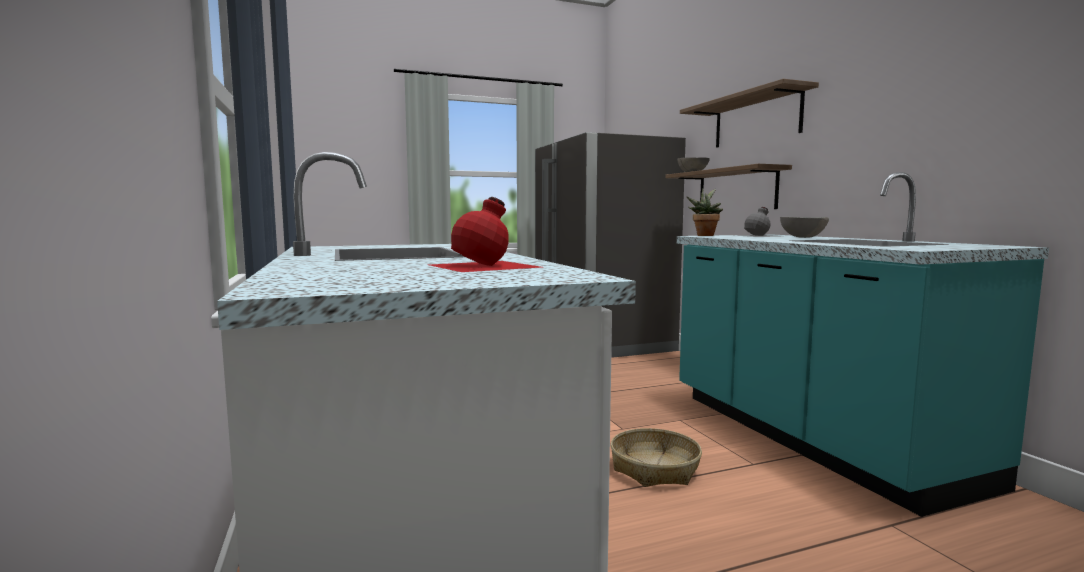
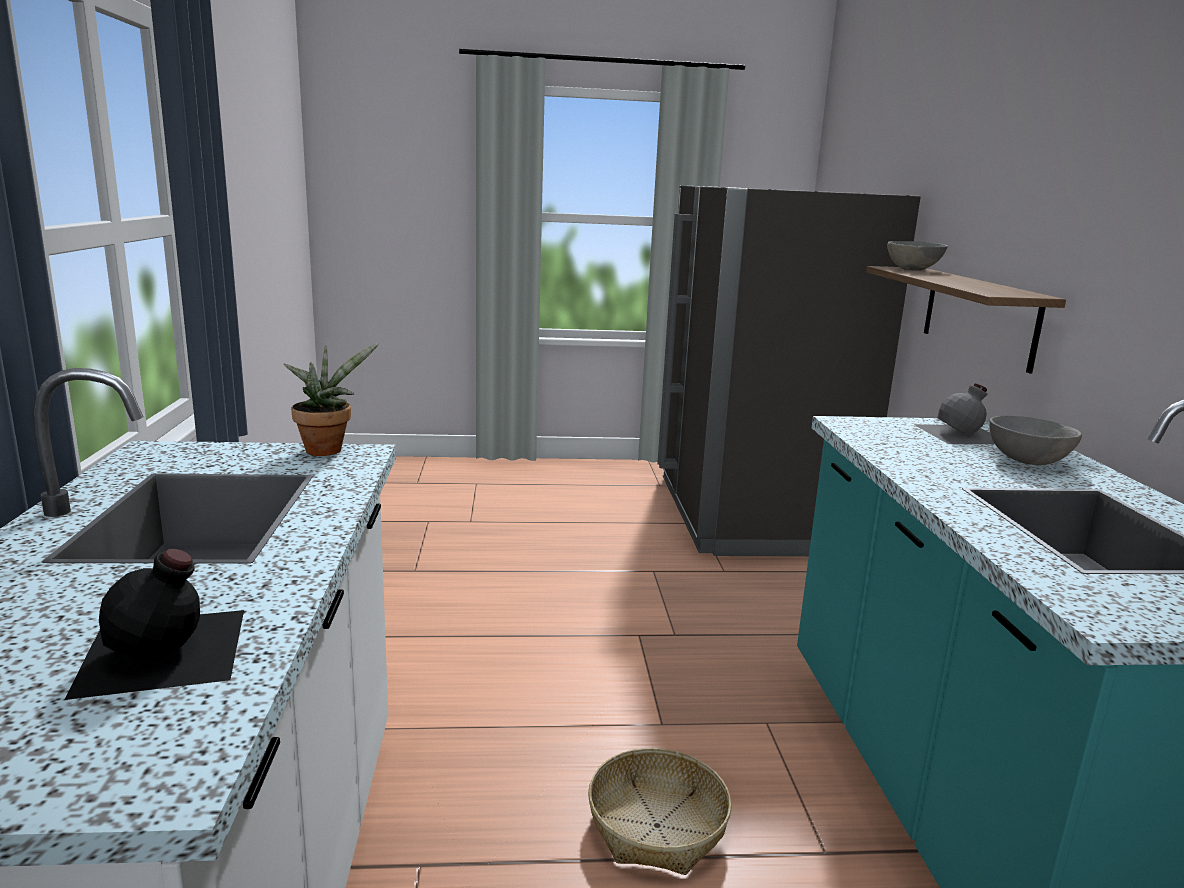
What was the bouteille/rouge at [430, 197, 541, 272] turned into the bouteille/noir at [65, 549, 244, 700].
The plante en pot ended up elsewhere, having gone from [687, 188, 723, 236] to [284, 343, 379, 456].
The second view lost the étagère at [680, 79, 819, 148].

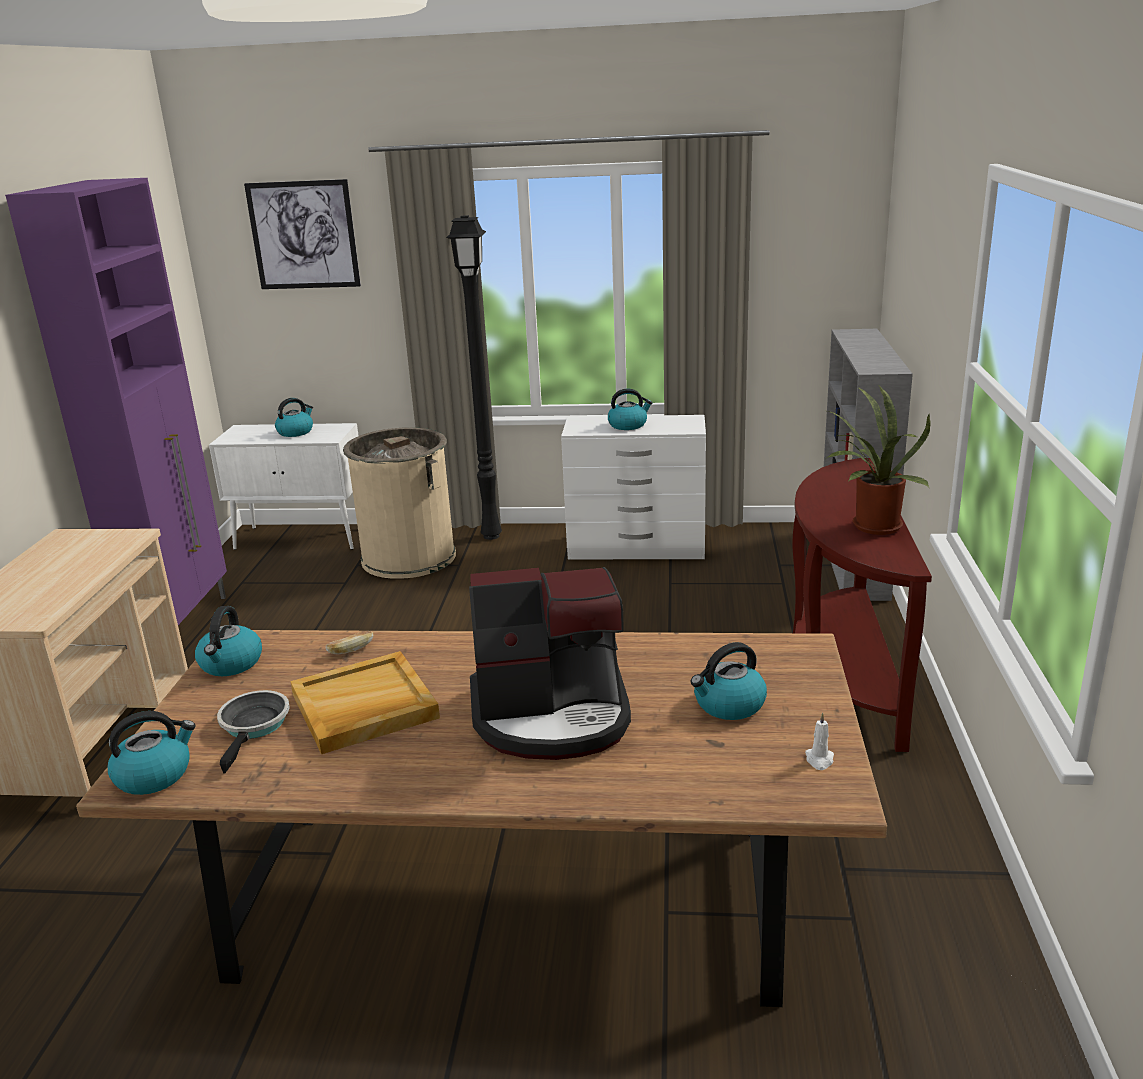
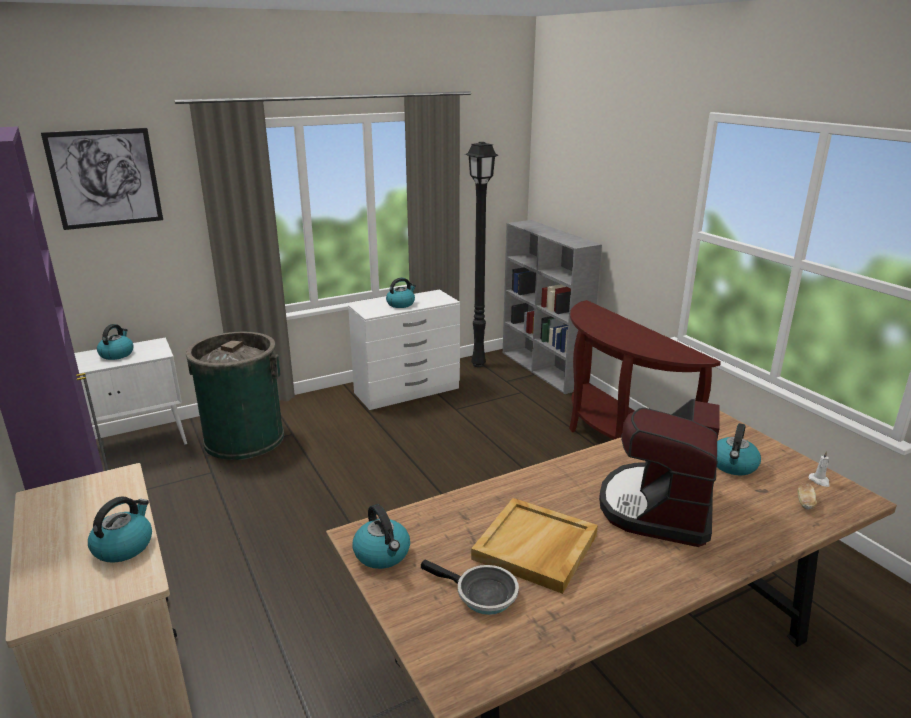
The bouilloire ended up elsewhere, having gone from [108, 711, 196, 795] to [88, 497, 152, 562].
What was the poubelle/beige at [343, 427, 456, 579] turned into the poubelle/vert at [186, 332, 284, 460].
The poêle at [217, 690, 290, 774] ended up facing another way, 150 degrees clockwise from before.
The lampadaire/noir ended up elsewhere, having gone from [446, 215, 502, 540] to [465, 142, 499, 367].
The machine à café at [469, 567, 631, 760] ended up facing another way, 150 degrees clockwise from before.
The pain ended up elsewhere, having gone from [326, 631, 374, 655] to [797, 483, 817, 510].
The second view lost the plante en pot at [827, 386, 930, 535].

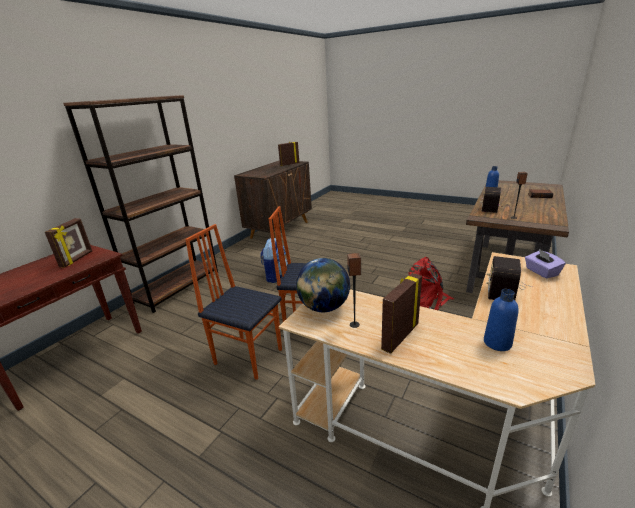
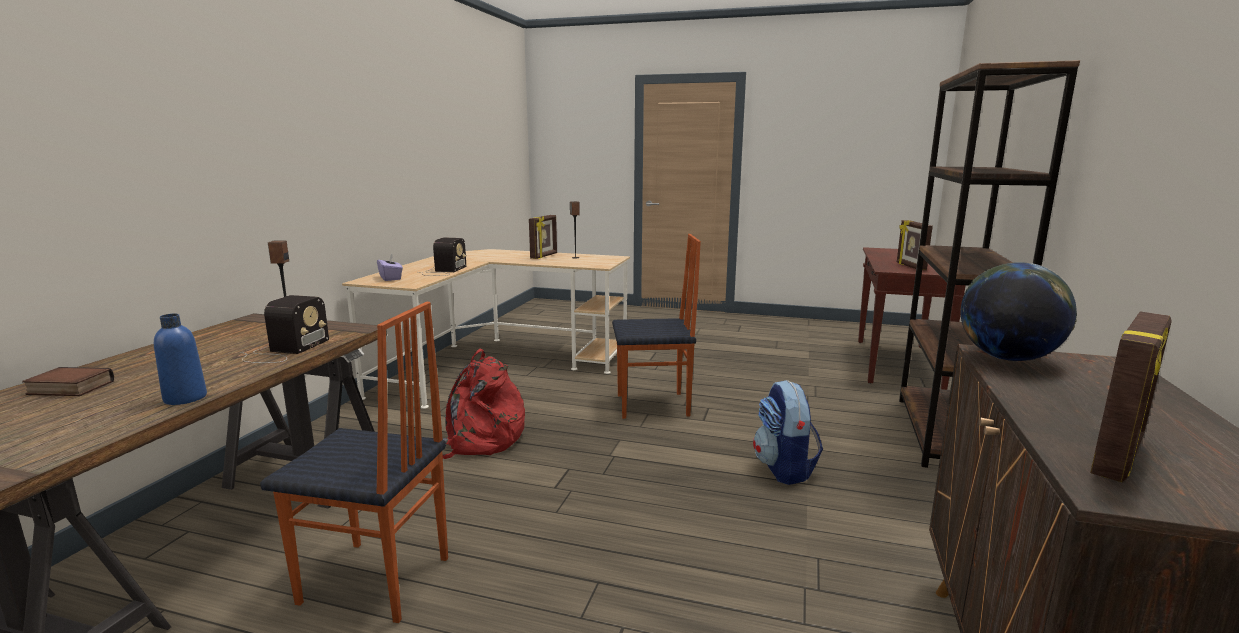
The chaise ended up elsewhere, having gone from [185, 224, 282, 380] to [260, 302, 448, 623].
The globe ended up elsewhere, having gone from [296, 258, 350, 312] to [960, 262, 1077, 361].
The second view lost the bouteille/bleu at [484, 289, 519, 351].

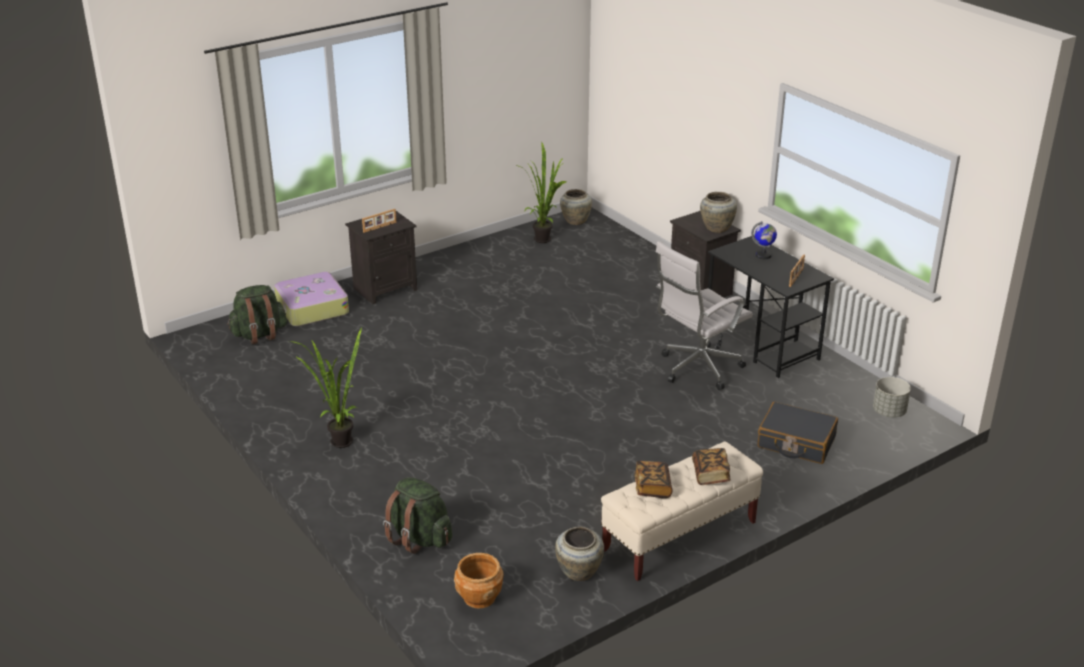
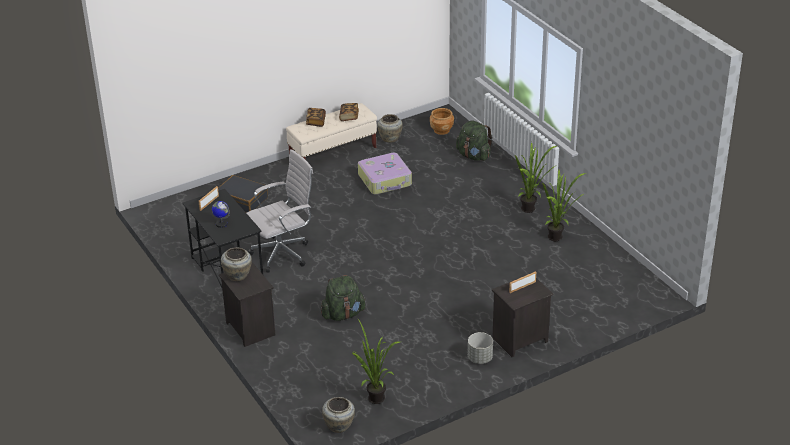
The sac à dos/vert ended up elsewhere, having gone from [227, 285, 287, 344] to [321, 275, 365, 321].
The valise ended up elsewhere, having gone from [274, 272, 349, 327] to [358, 153, 412, 195].
The cache-pot/gris ended up elsewhere, having gone from [873, 377, 911, 417] to [468, 332, 493, 364].
The second view gained the plante en pot at [542, 170, 586, 241].

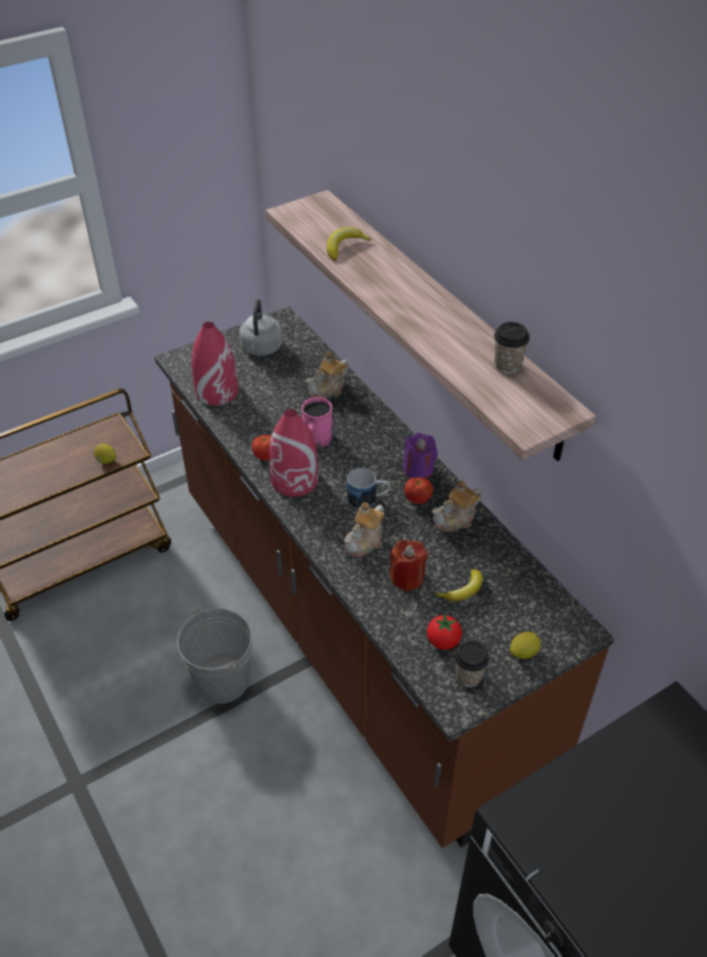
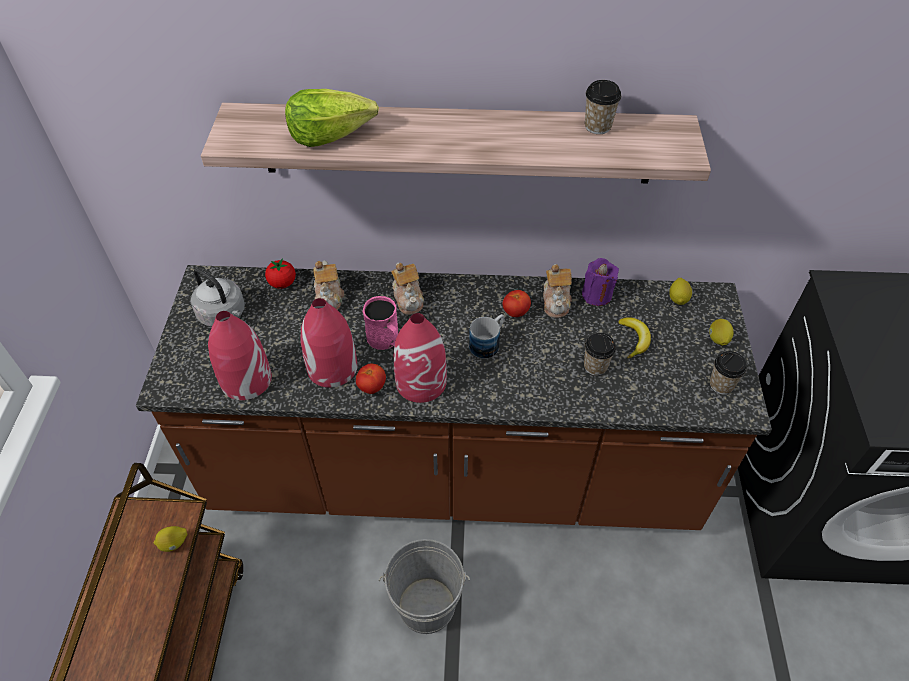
The tomate ended up elsewhere, having gone from [427, 614, 462, 650] to [265, 258, 296, 289].
Where the banane stood at [327, 227, 372, 261], the laitue came to stand at [285, 89, 379, 147].
The second view gained the vase/rouge at [301, 298, 357, 388].
The théière ended up elsewhere, having gone from [344, 502, 384, 557] to [391, 263, 424, 315].
The bougie/violet ended up elsewhere, having gone from [403, 433, 438, 479] to [582, 258, 619, 306].
Where the bougie/rouge stood at [389, 540, 428, 591], the tasse came to stand at [584, 333, 616, 376].
The second view gained the citron at [669, 278, 692, 305].

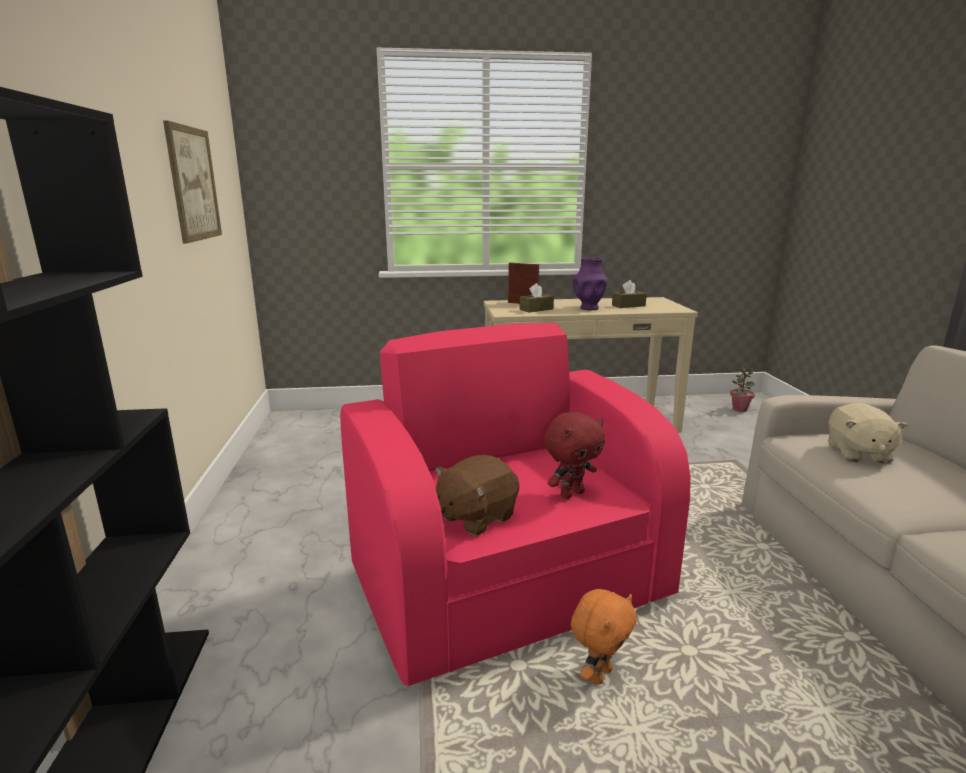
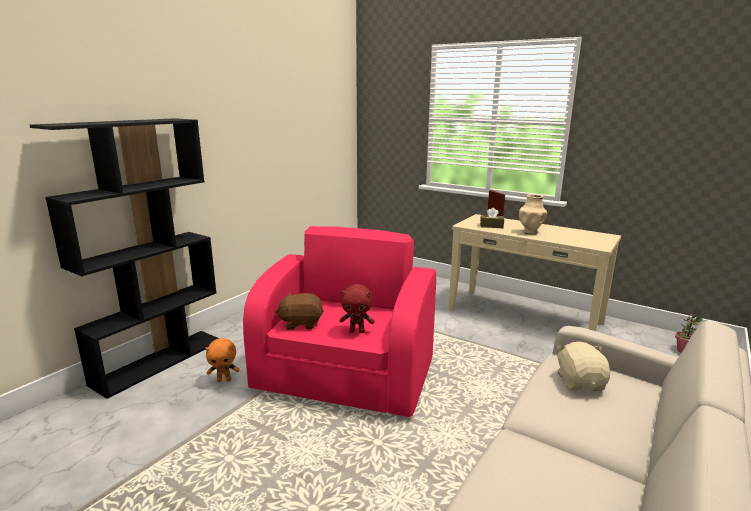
The peluche/orange ended up elsewhere, having gone from [571, 589, 637, 685] to [205, 338, 240, 382].
What was the vase/violet at [572, 257, 608, 310] turned into the vase/beige at [519, 194, 547, 235].
The peluche/beige at [828, 403, 908, 464] ended up facing another way, 135 degrees clockwise from before.
The second view lost the tableau at [163, 120, 222, 243].
The second view lost the boîte à mouchoirs/marron at [612, 280, 647, 308].

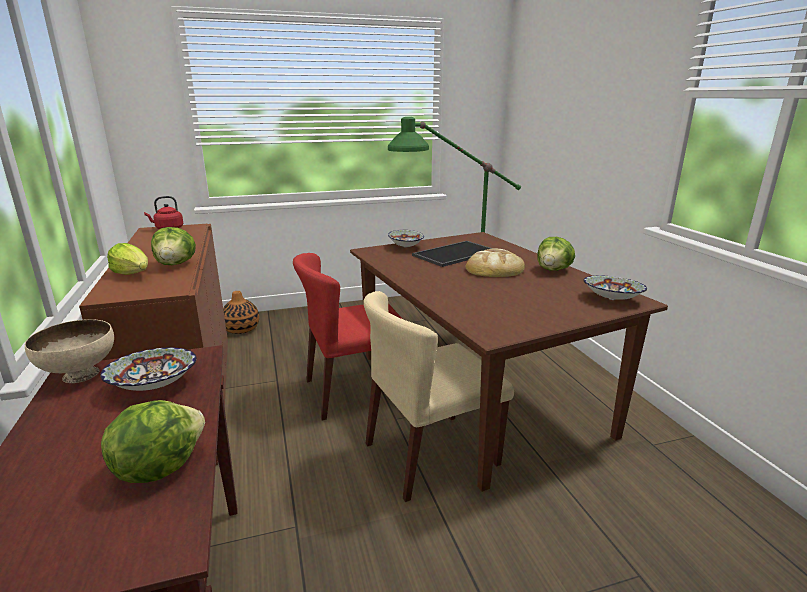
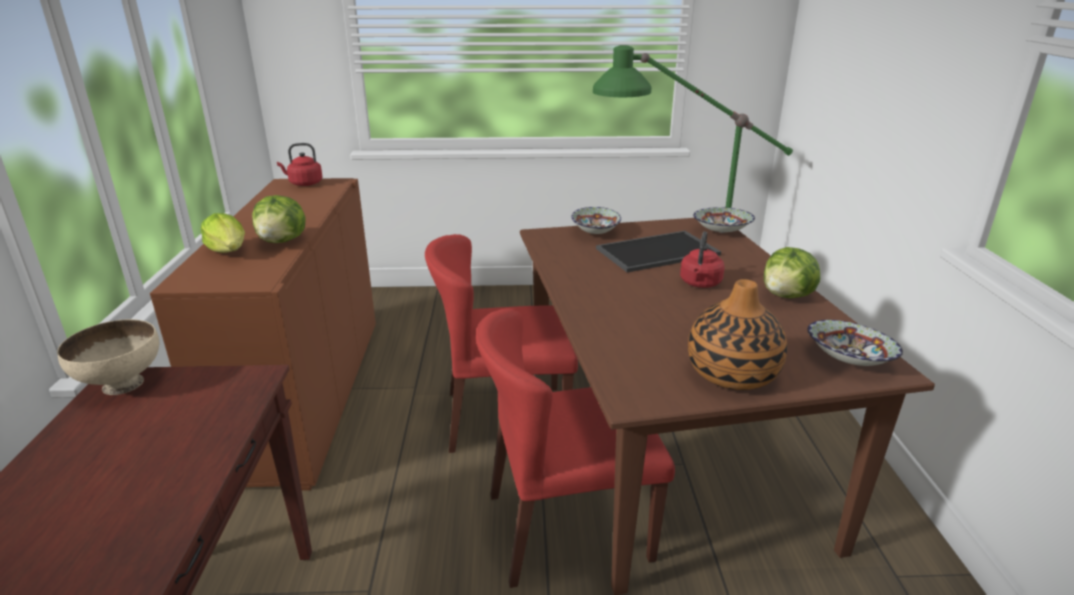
What was the chaise/beige at [363, 291, 514, 502] turned into the chaise/rouge at [476, 308, 675, 588].
Where the pain stood at [466, 248, 525, 277], the bouilloire/rouge came to stand at [680, 231, 725, 288].
The vase ended up elsewhere, having gone from [223, 291, 259, 334] to [688, 279, 787, 390].
The bol ended up elsewhere, having gone from [100, 348, 197, 391] to [693, 207, 755, 233].
The second view lost the laitue at [101, 400, 205, 483].

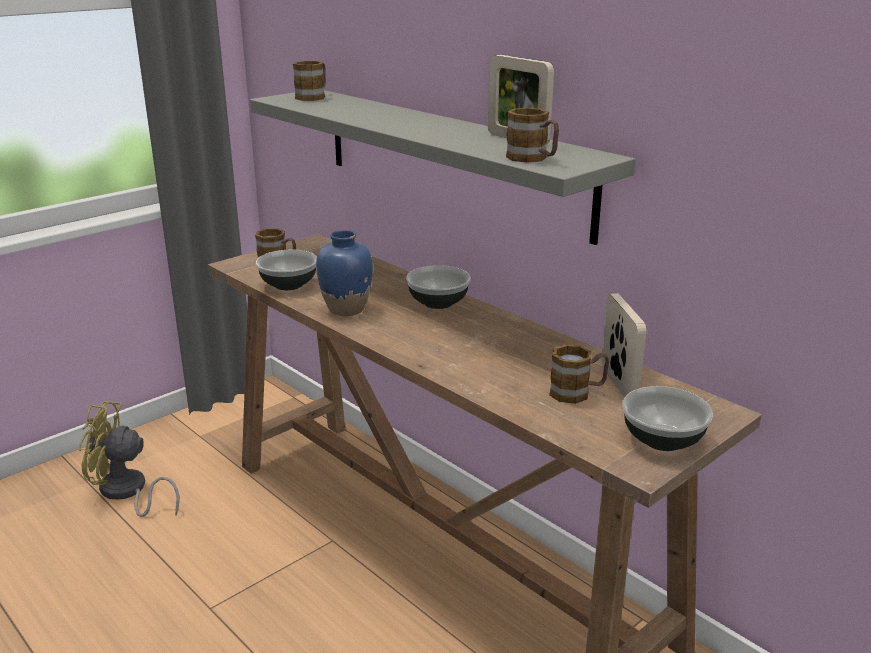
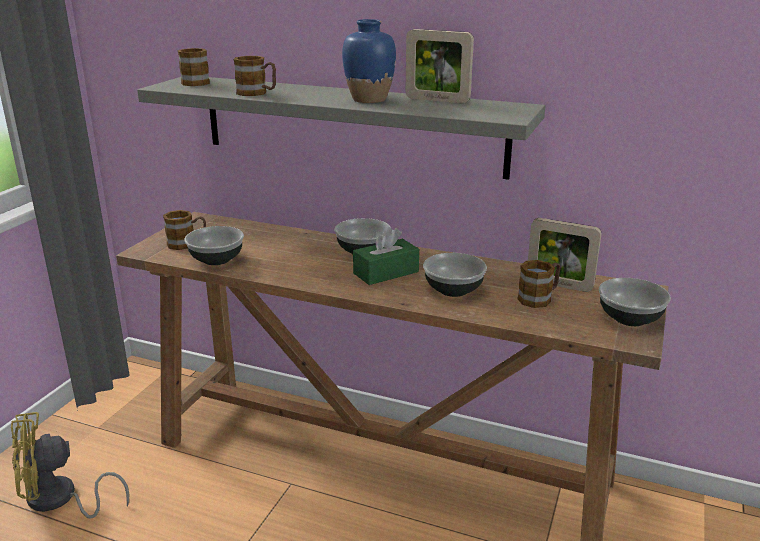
The mug ended up elsewhere, having gone from [506, 108, 559, 163] to [234, 56, 276, 96].
The vase/bleu ended up elsewhere, having gone from [316, 230, 373, 316] to [342, 19, 396, 103].
The second view gained the boîte à mouchoirs/vert at [353, 227, 419, 285].
The second view gained the bol at [423, 253, 487, 297].
The cadre photo at [601, 293, 646, 398] ended up facing another way, 150 degrees clockwise from before.

